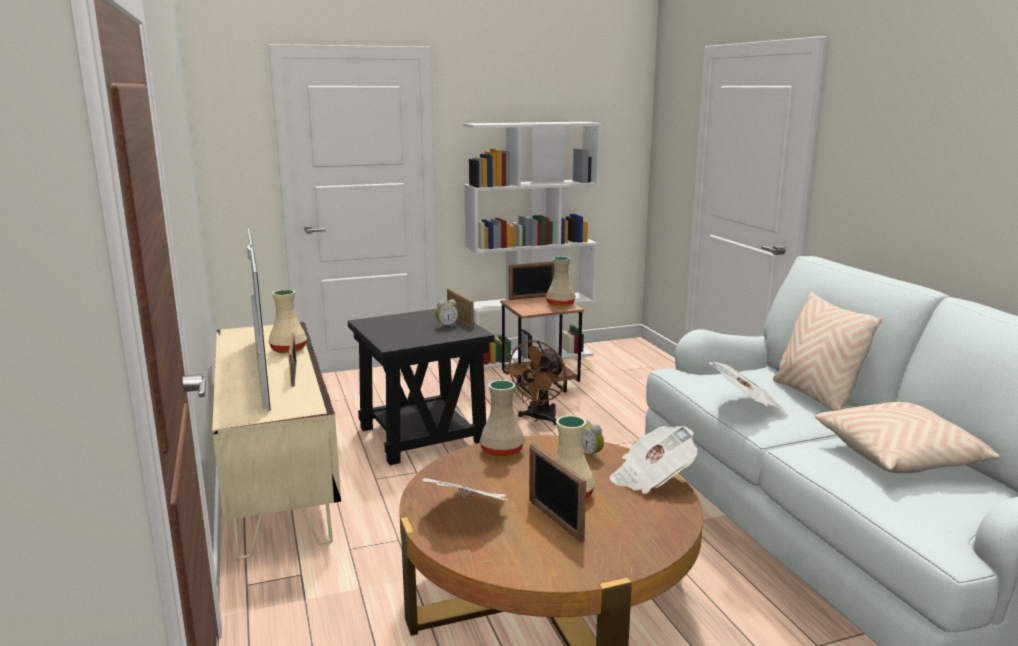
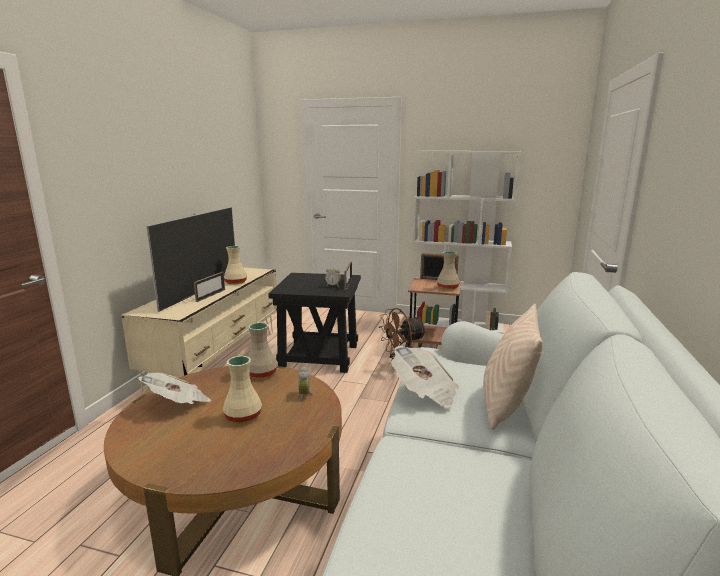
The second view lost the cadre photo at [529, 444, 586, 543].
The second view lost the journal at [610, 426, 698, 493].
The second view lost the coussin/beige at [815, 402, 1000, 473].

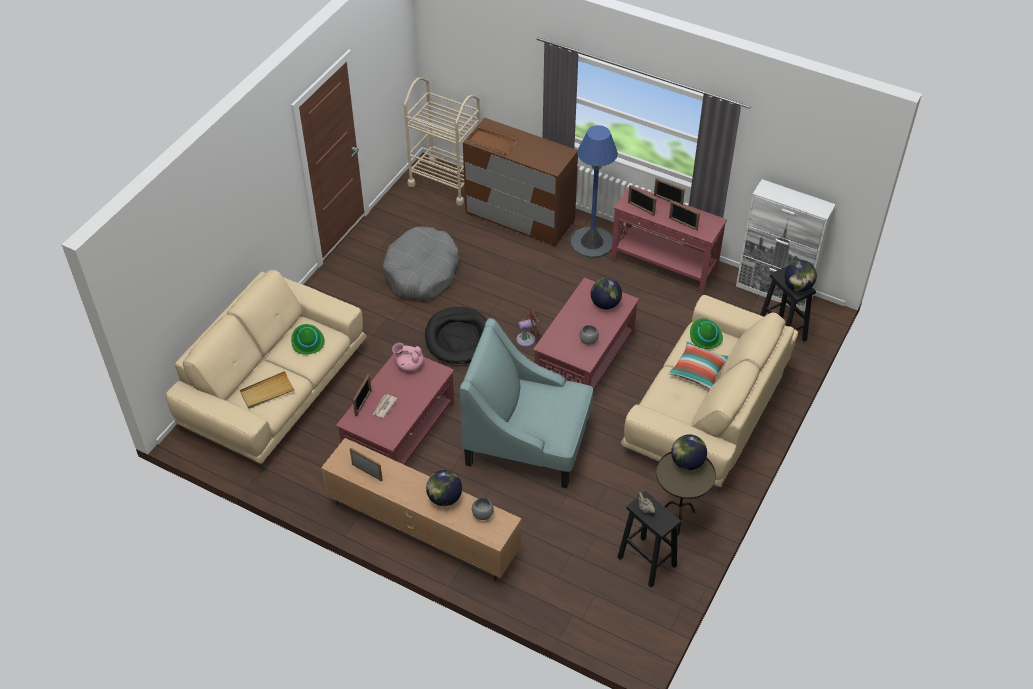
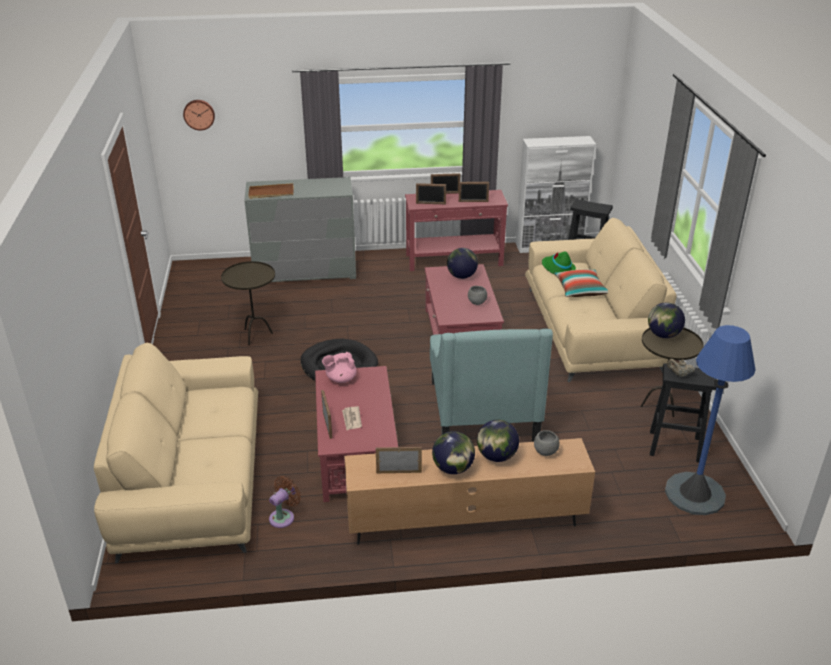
The second view gained the horloge murale at [183, 100, 215, 131].
Where the panier pour chien/gris stood at [382, 227, 460, 300], the table d'appoint/marron came to stand at [221, 261, 275, 346].
What was the commode/marron at [463, 118, 578, 247] turned into the commode/gris at [244, 177, 356, 282].
The ventilateur/marron ended up elsewhere, having gone from [516, 310, 541, 347] to [269, 476, 301, 528].
The fauteuil/turquoise at [460, 318, 593, 488] ended up facing another way, 75 degrees counterclockwise from before.
The globe ended up elsewhere, having gone from [784, 260, 817, 292] to [432, 431, 475, 474].
The lampadaire/bleu ended up elsewhere, having gone from [571, 125, 618, 258] to [665, 325, 756, 515].
The second view lost the plateau/beige at [240, 371, 294, 409].
The second view lost the chapeau/vert at [291, 324, 325, 355].
The second view lost the chariot/beige at [404, 77, 480, 206].

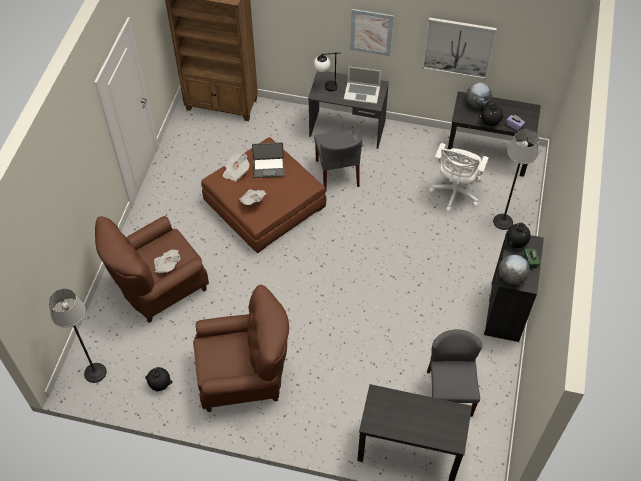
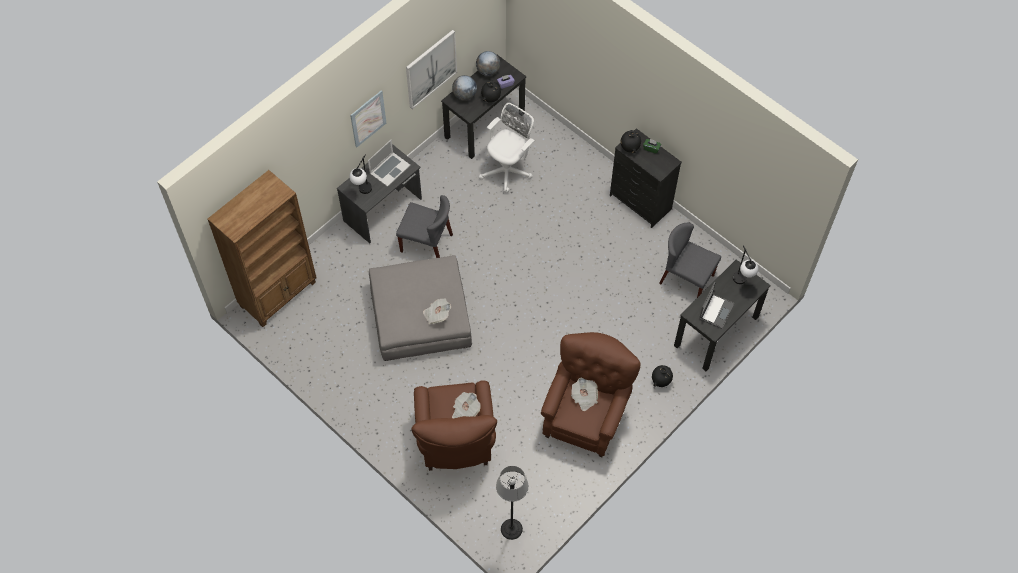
What was the pouf/marron at [201, 137, 326, 253] turned into the pouf/gris at [369, 255, 472, 361].
The globe ended up elsewhere, having gone from [499, 254, 530, 285] to [476, 51, 500, 76].
The chaise de bureau/blanc at [429, 143, 489, 212] ended up facing another way, 105 degrees counterclockwise from before.
The journal ended up elsewhere, having gone from [223, 153, 249, 182] to [571, 377, 598, 411].
The vase/noir ended up elsewhere, having gone from [145, 367, 172, 392] to [652, 365, 673, 387].
The ordinateur portable ended up elsewhere, having gone from [252, 142, 285, 178] to [699, 282, 734, 329].
The second view gained the lampe de table at [733, 245, 758, 284].
The second view lost the lampadaire at [493, 129, 539, 230].

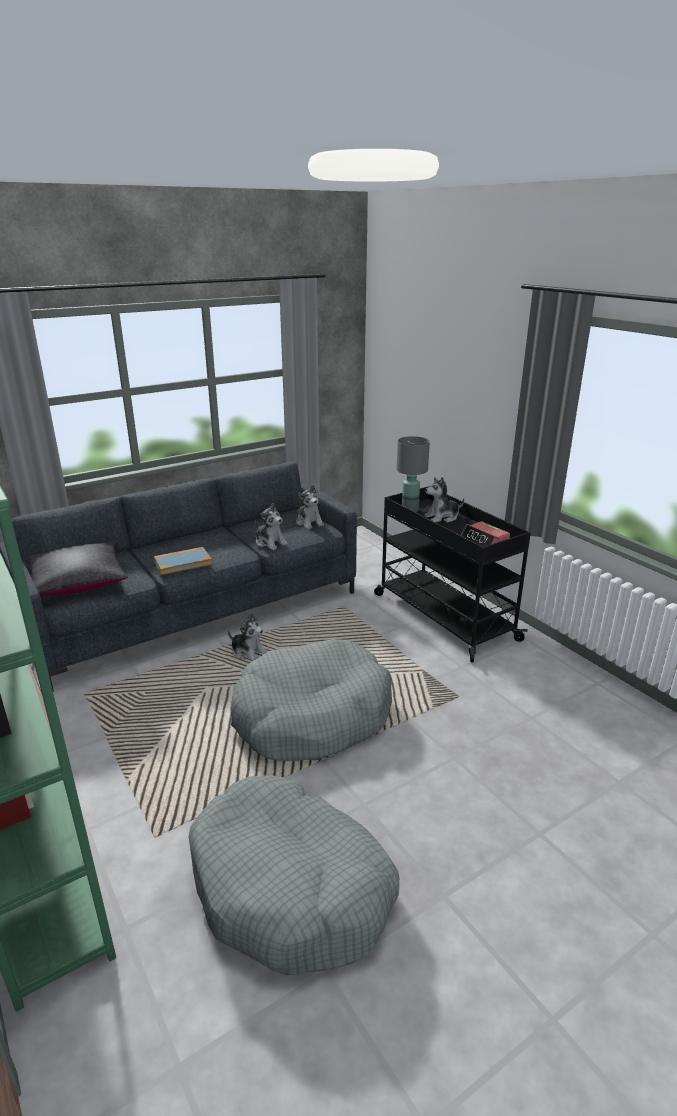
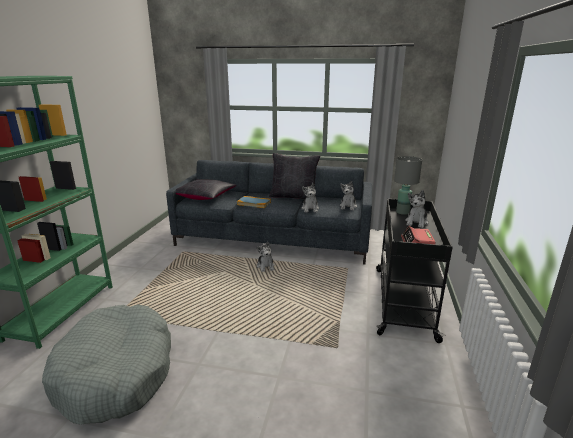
The second view gained the coussin/noir at [269, 153, 320, 199].
The peluche at [424, 477, 464, 523] ended up facing another way, 90 degrees counterclockwise from before.
The second view lost the panier pour chien/gris at [230, 639, 392, 761].

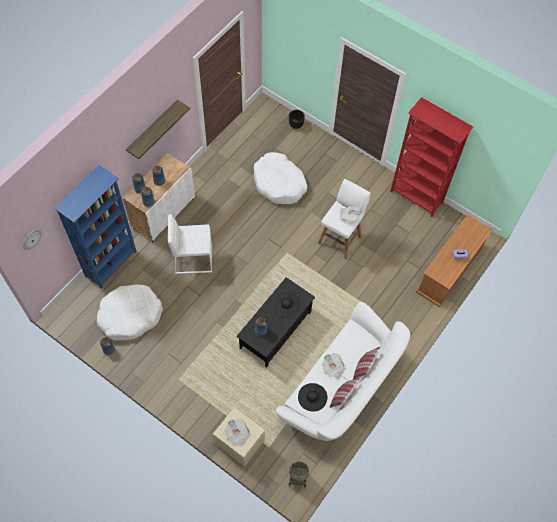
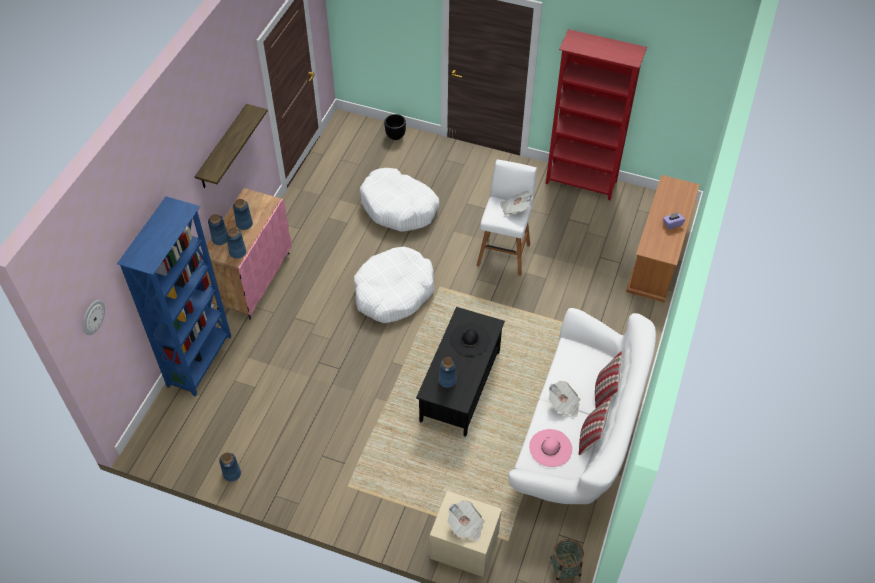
What was the meuble de rangement/blanc at [123, 153, 195, 243] turned into the meuble de rangement/rose at [199, 188, 291, 320].
The panier pour chien/blanc ended up elsewhere, having gone from [97, 284, 163, 341] to [354, 247, 434, 323].
What was the chapeau/noir at [298, 383, 327, 412] turned into the chapeau/rose at [529, 429, 572, 467].
The second view lost the tabouret/blanc at [168, 214, 212, 274].

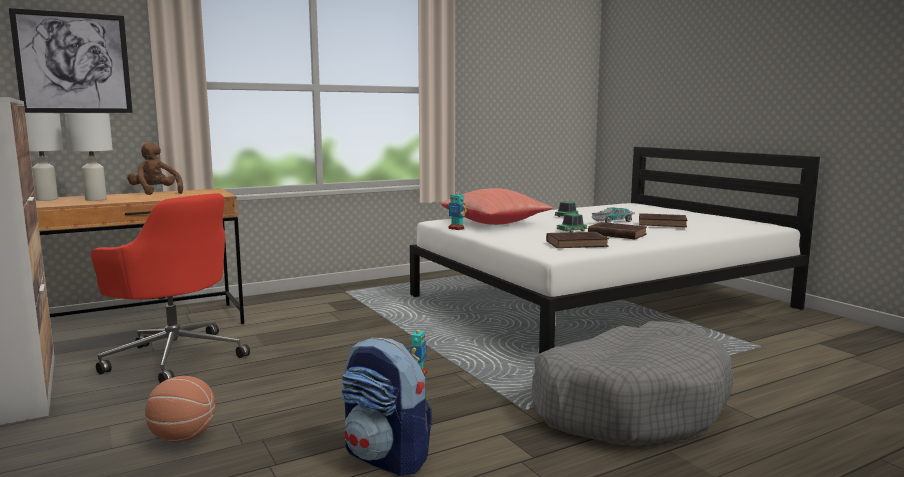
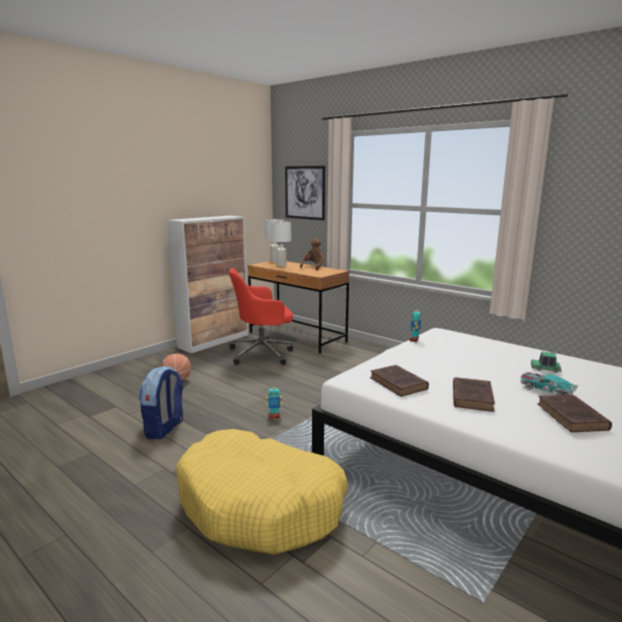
What was the panier pour chien/gris at [532, 321, 733, 446] turned into the panier pour chien/jaune at [176, 429, 348, 555].
The chaise de bureau/rouge at [91, 193, 250, 383] ended up facing another way, 60 degrees clockwise from before.
The second view lost the coussin/rouge at [441, 188, 553, 225].
The second view lost the petite voiture at [557, 213, 587, 232].

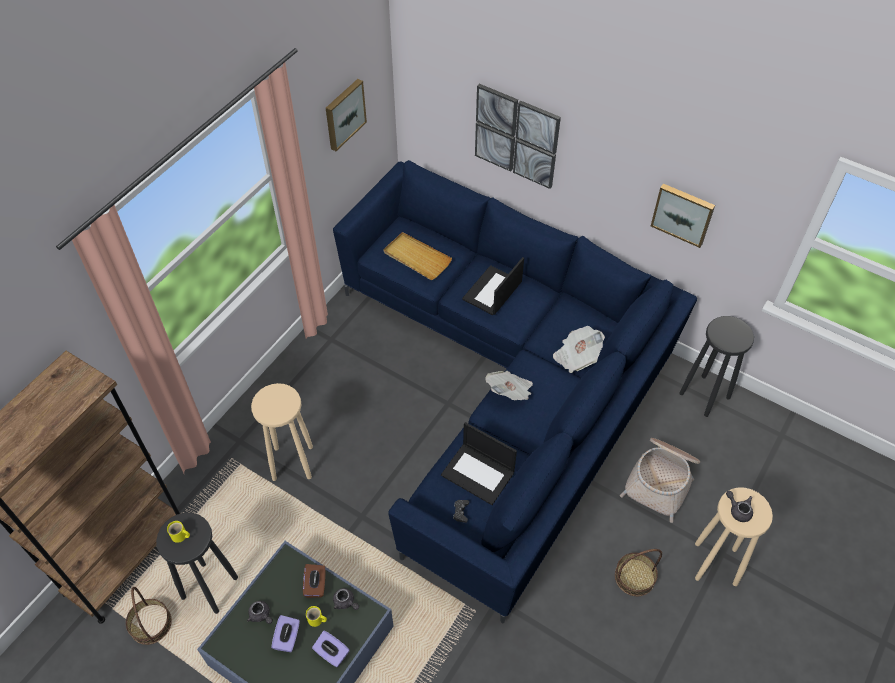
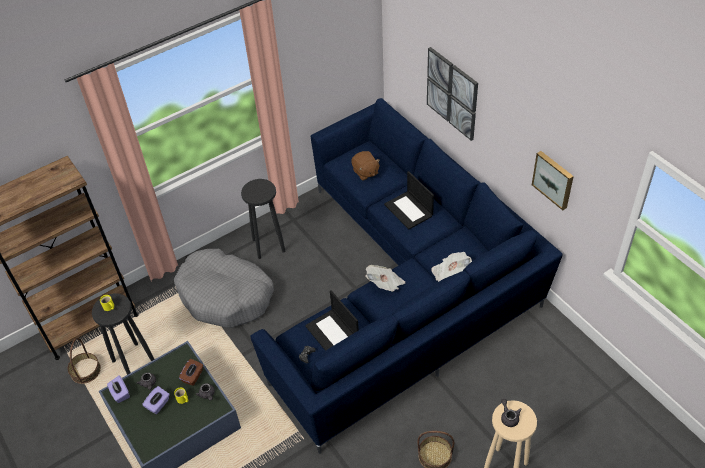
The boîte à mouchoirs/violet ended up elsewhere, having gone from [312, 630, 350, 667] to [107, 375, 130, 403].
Where the tabouret/beige stood at [251, 383, 313, 481], the panier pour chien/gris came to stand at [174, 249, 274, 328].
The tabouret/noir ended up elsewhere, having gone from [679, 316, 754, 417] to [241, 179, 286, 259].
Where the plateau/beige stood at [383, 232, 452, 280], the peluche/marron came to stand at [351, 151, 380, 181].
The ordinateur portable at [462, 257, 524, 315] ended up facing another way, 90 degrees counterclockwise from before.
The second view lost the tableau at [326, 79, 367, 151].
The second view lost the panier at [620, 438, 700, 523].

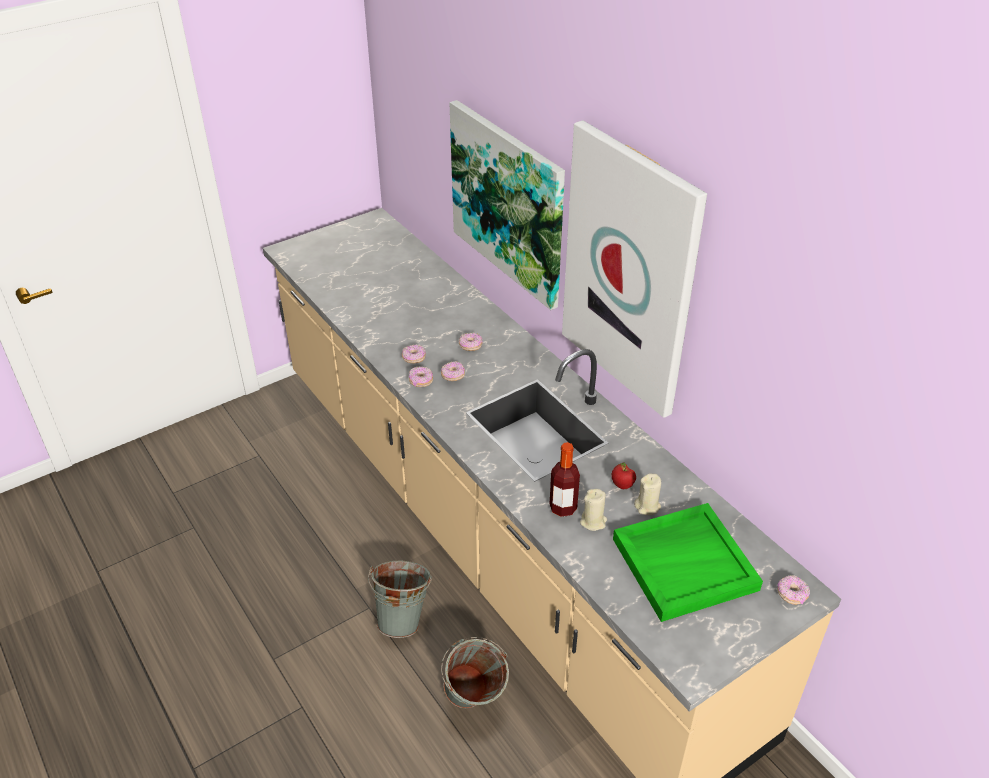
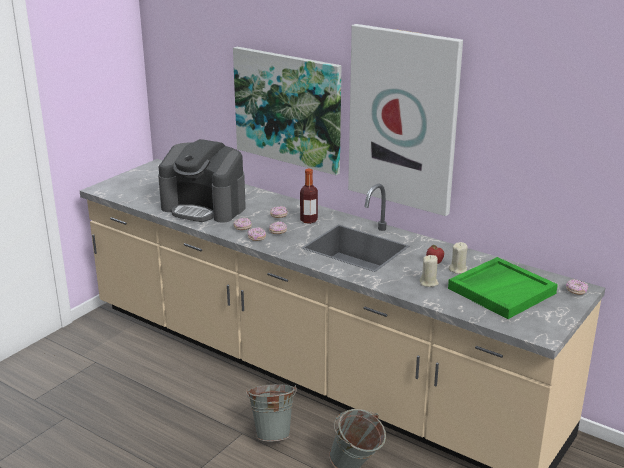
The second view gained the machine à café at [158, 139, 246, 223].
The bouteille ended up elsewhere, having gone from [550, 442, 580, 517] to [300, 169, 318, 224].

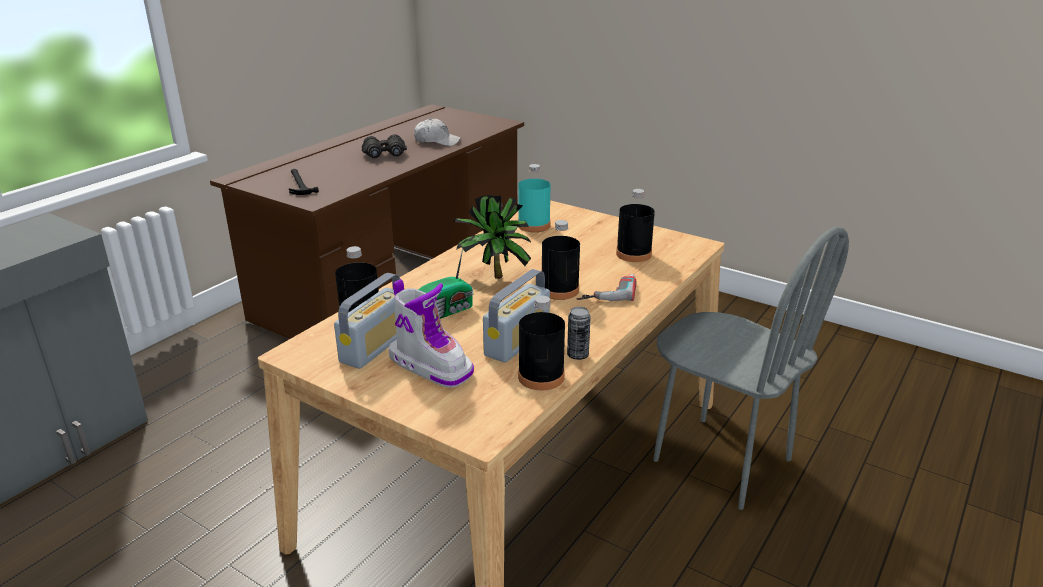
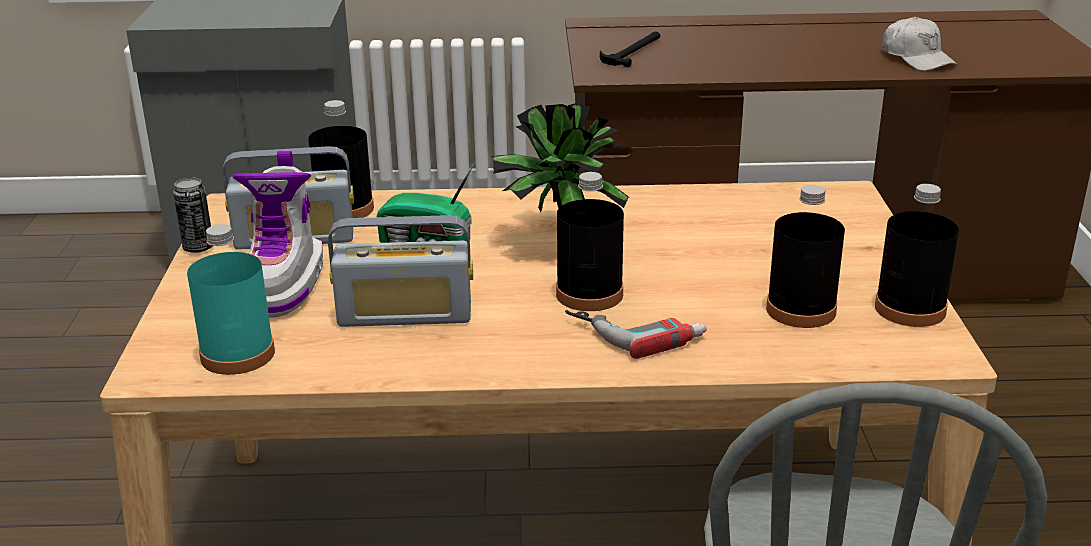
The boîte métallique ended up elsewhere, having gone from [567, 307, 591, 360] to [173, 177, 212, 253].
The bouteille/turquoise ended up elsewhere, having gone from [518, 164, 551, 232] to [187, 224, 275, 375].
The bouteille/noir ended up elsewhere, having gone from [518, 296, 565, 391] to [875, 184, 959, 327].
The second view lost the jumelles/noir at [362, 134, 407, 158].

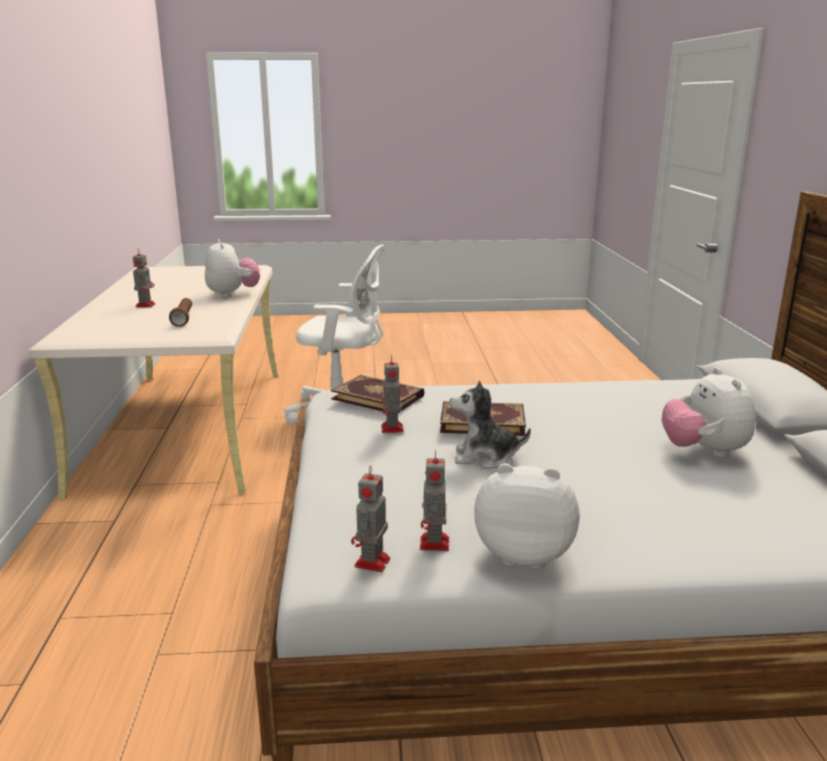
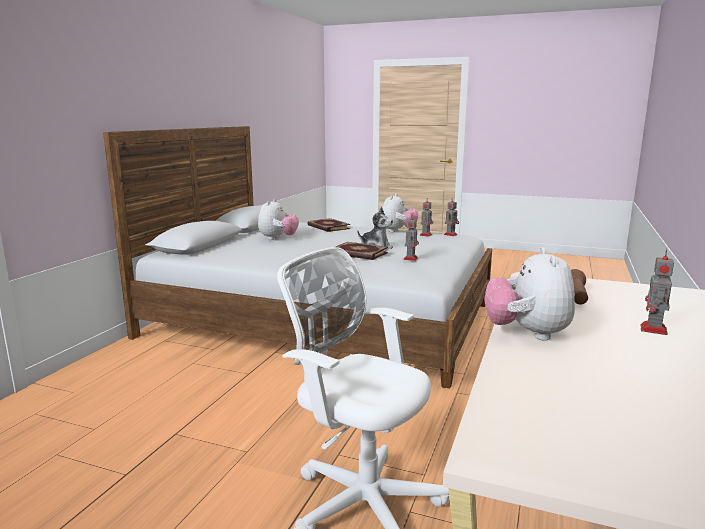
The livre ended up elsewhere, having gone from [331, 375, 424, 413] to [307, 218, 350, 232].
The peluche at [474, 463, 580, 569] ended up facing another way, 105 degrees counterclockwise from before.

